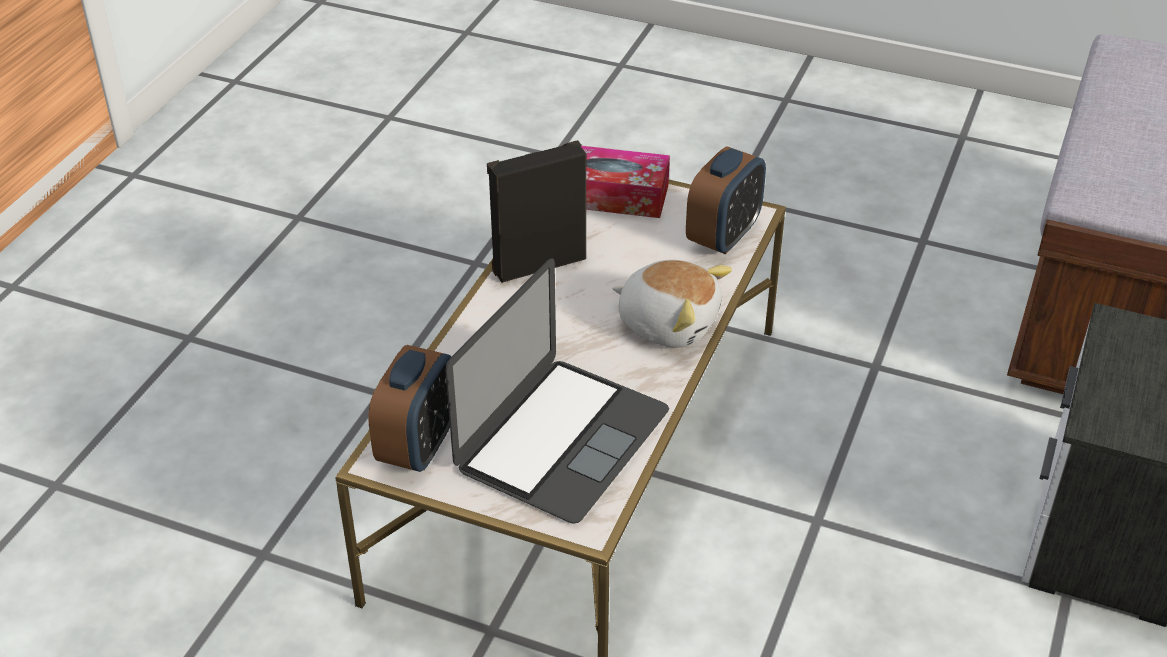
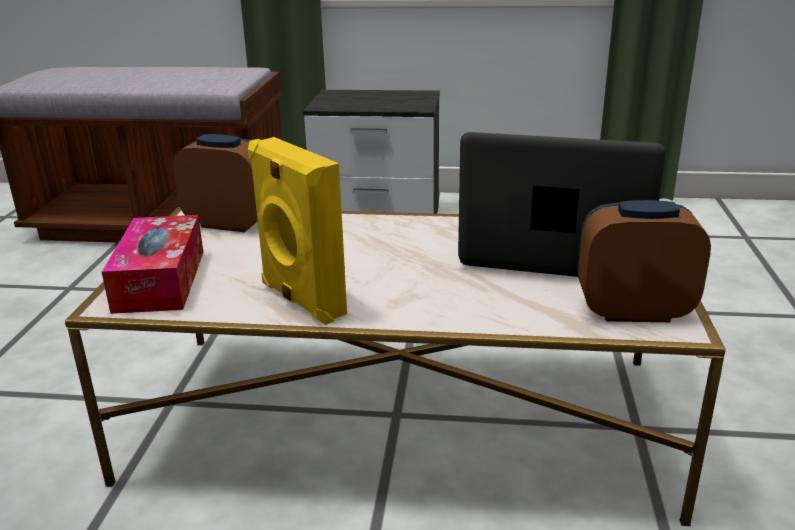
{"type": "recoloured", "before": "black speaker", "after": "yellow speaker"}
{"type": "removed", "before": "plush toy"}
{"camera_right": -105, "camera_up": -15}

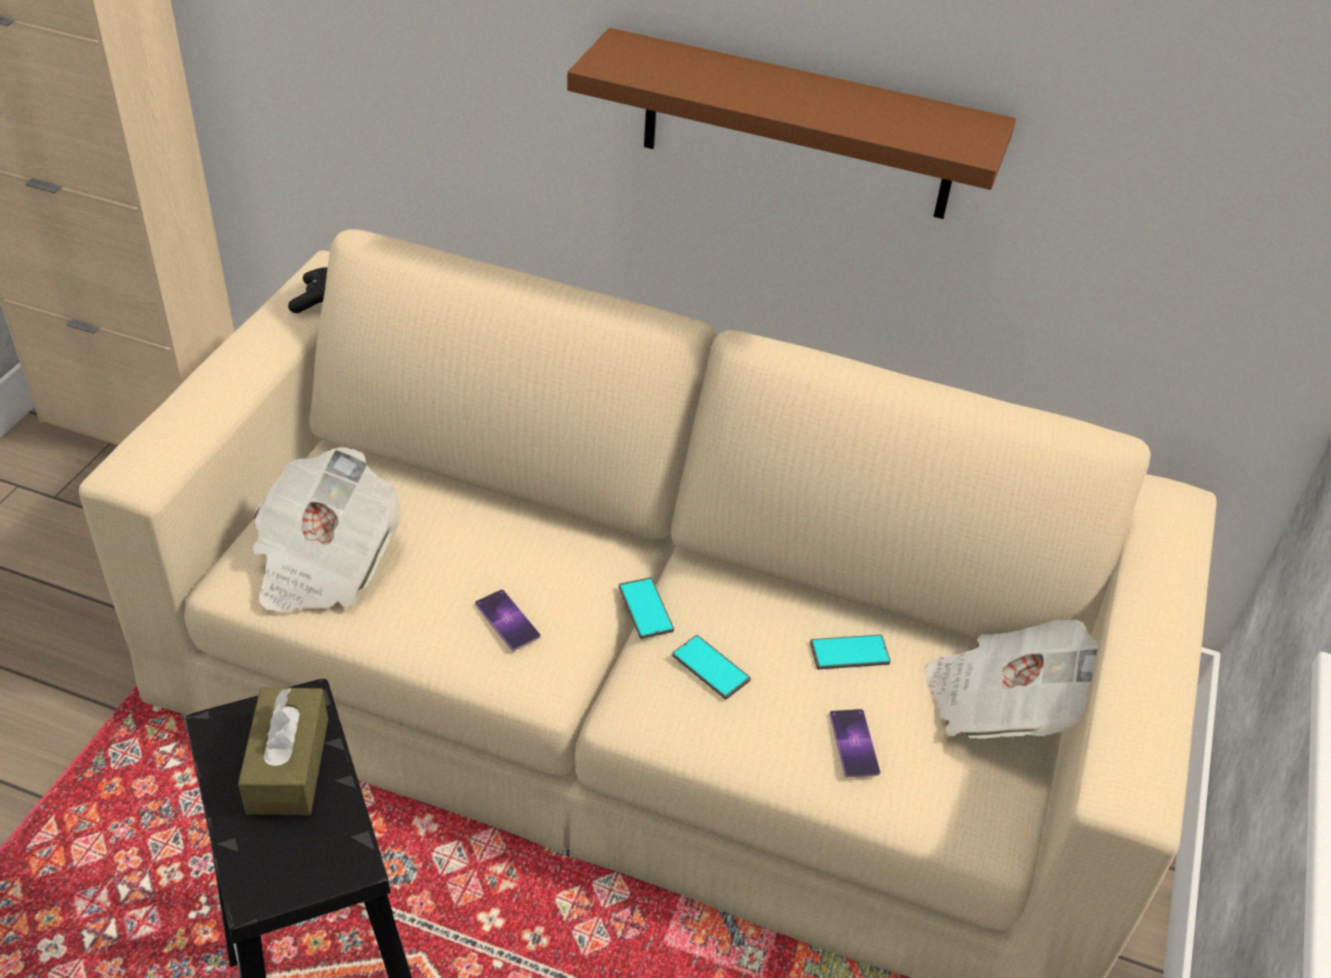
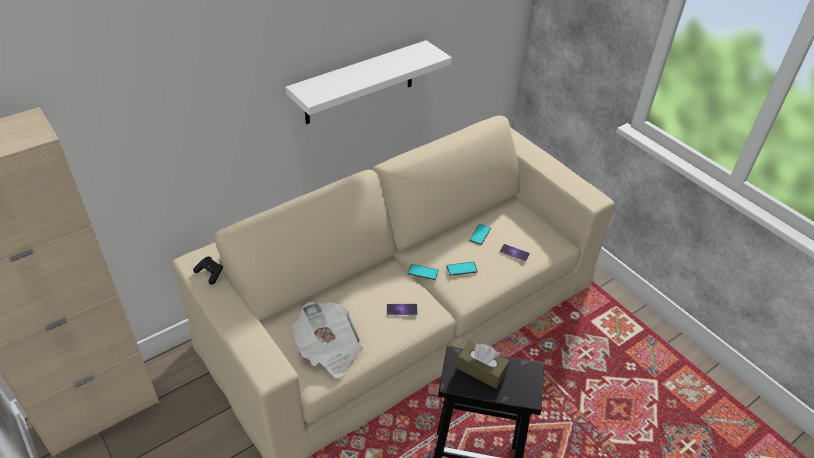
{"type": "recoloured", "before": "brown shelf", "after": "white shelf"}
{"type": "removed", "before": "newspaper (2nd from left)"}
{"camera_right": -55, "camera_up": 0}

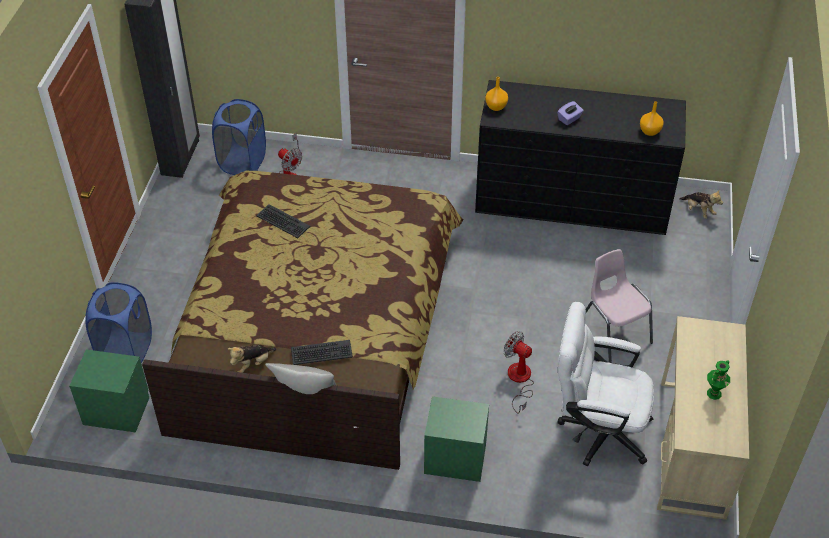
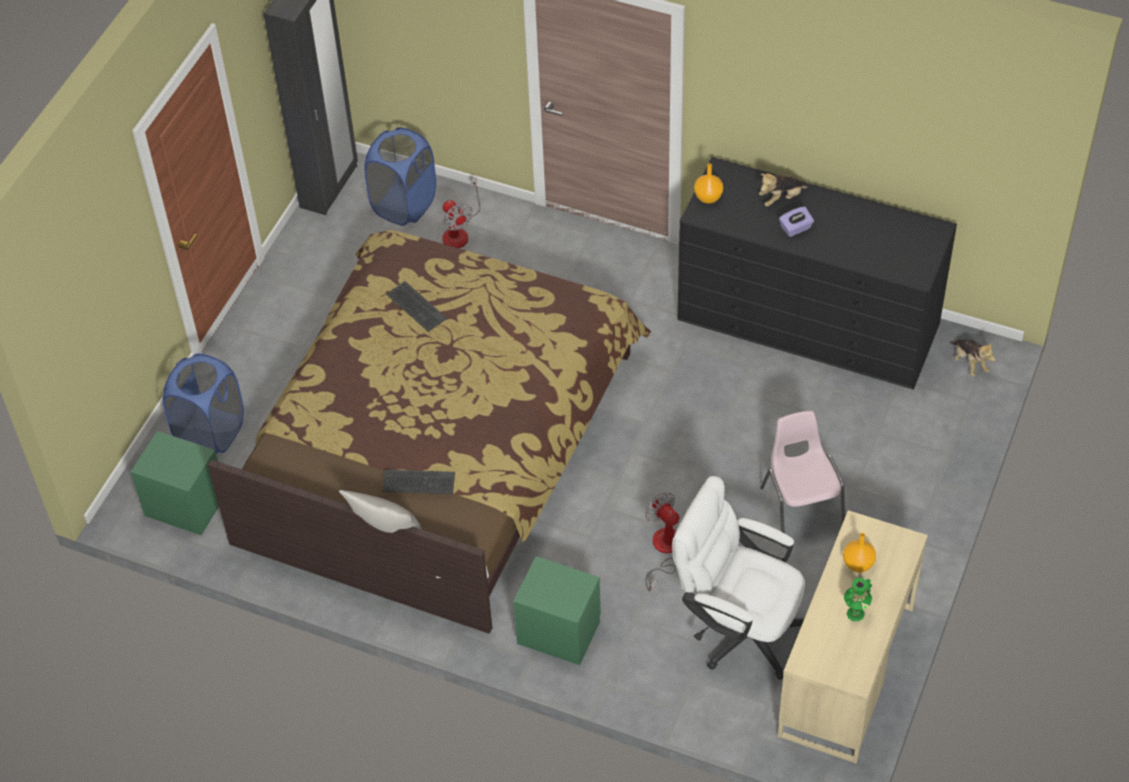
{"type": "moved", "before": "plush toy (1st from left)"}
{"type": "moved", "before": "orange vase (2nd from left)"}
{"camera_right": 15, "camera_up": 5}

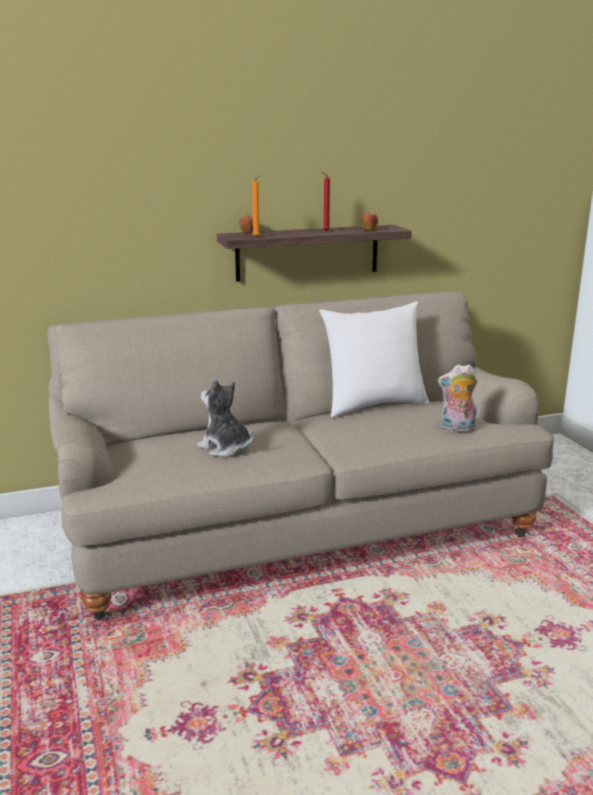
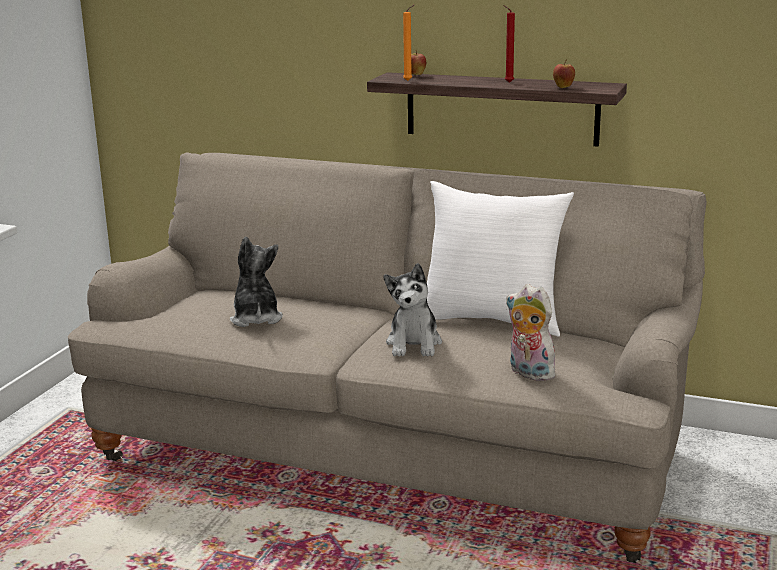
{"type": "added", "after": "plush toy (2nd from left)"}
{"camera_right": 40, "camera_up": 0}

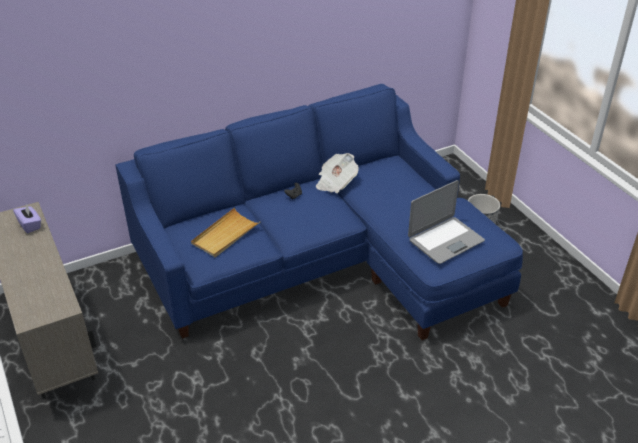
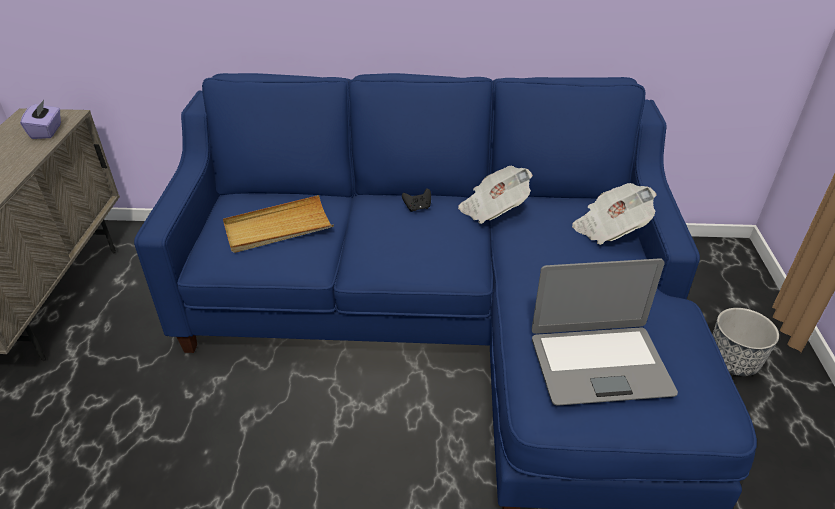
{"type": "added", "after": "newspaper (2nd from left)"}
{"camera_right": 30, "camera_up": 0}

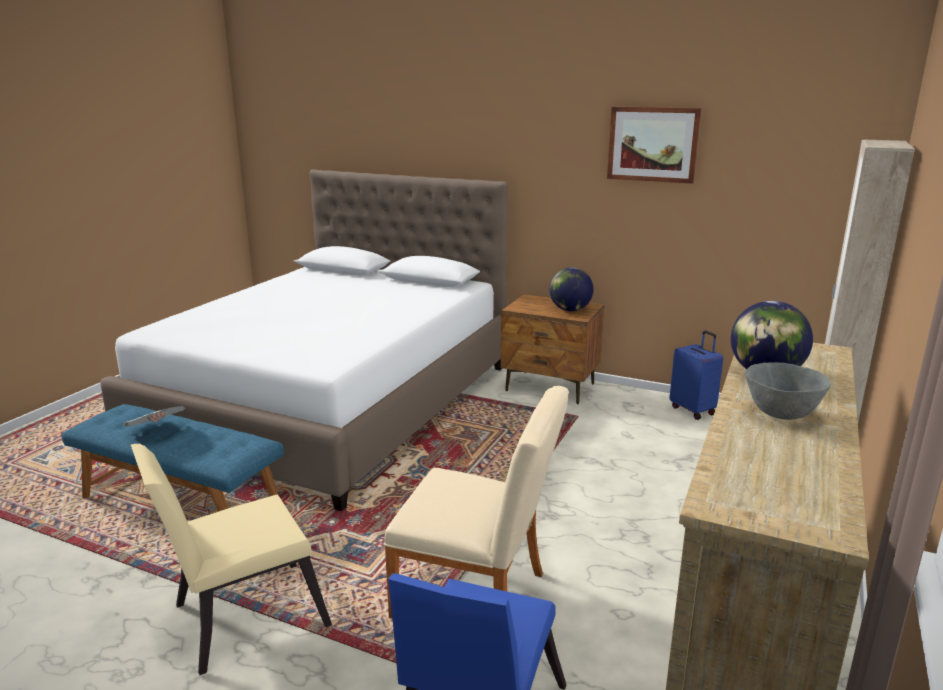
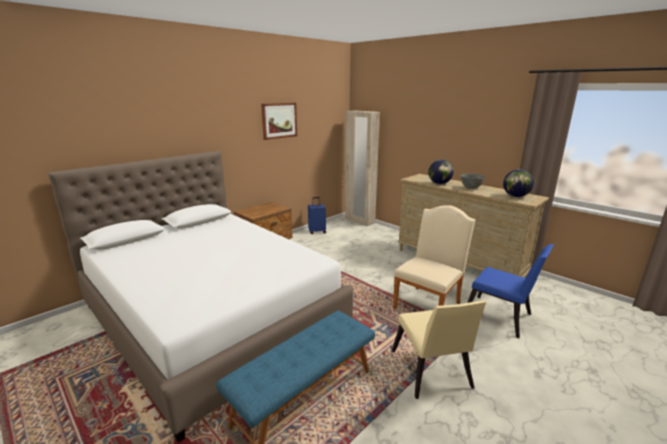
{"type": "moved", "before": "globe (1st from left in the first image)", "after": "globe (2nd from left)"}
{"type": "removed", "before": "newspaper"}
{"camera_right": -70, "camera_up": 0}

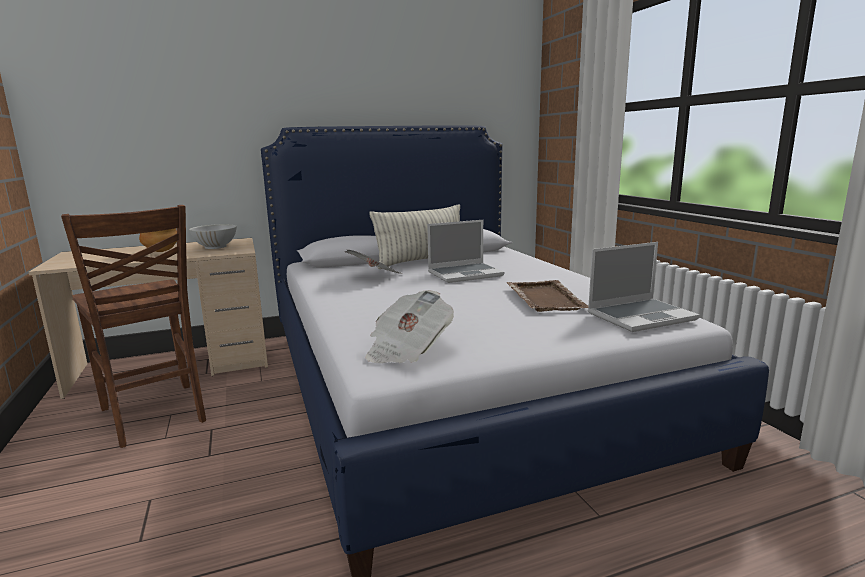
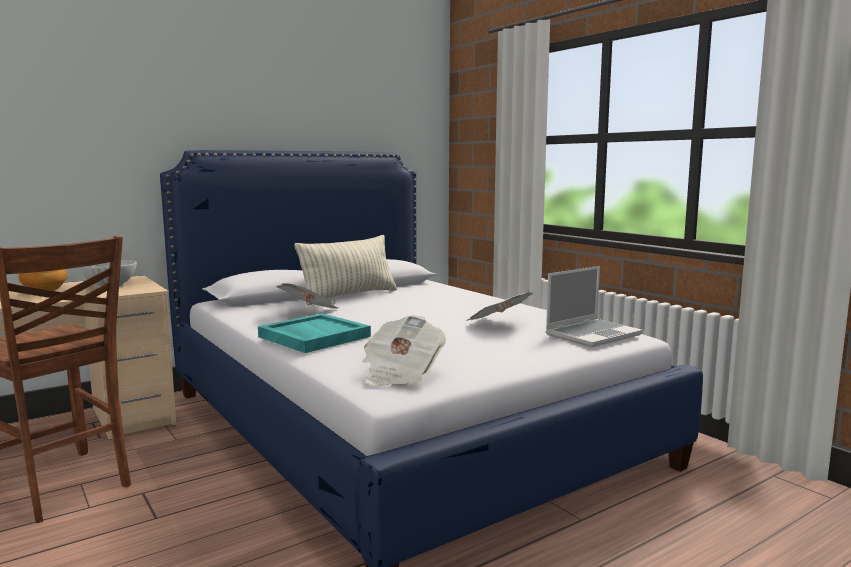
{"type": "added", "after": "turquoise tray"}
{"type": "replaced", "before": "brown tray", "after": "newspaper (3rd from left)"}
{"type": "removed", "before": "laptop (1st from left)"}
{"camera_right": -15, "camera_up": -5}

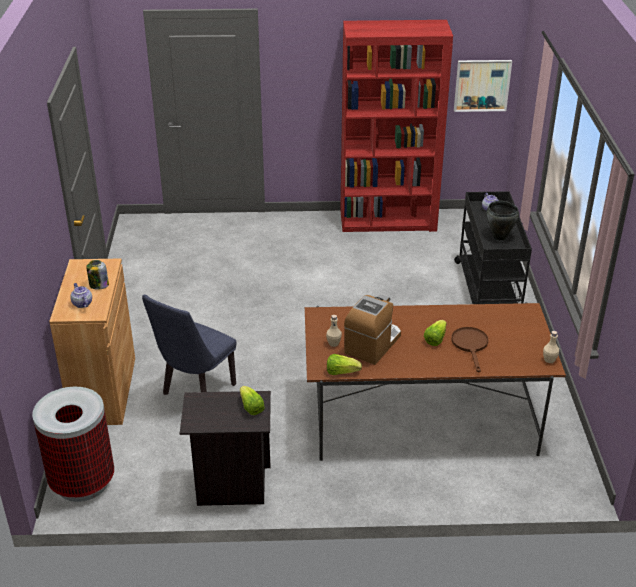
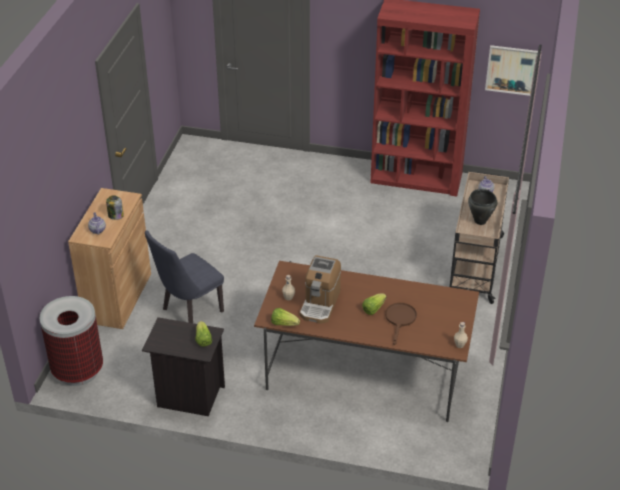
{"type": "turned", "before": "coffee machine", "turn": 150}
{"type": "recoloured", "before": "black cart", "after": "beige cart"}
{"camera_right": 15, "camera_up": 5}

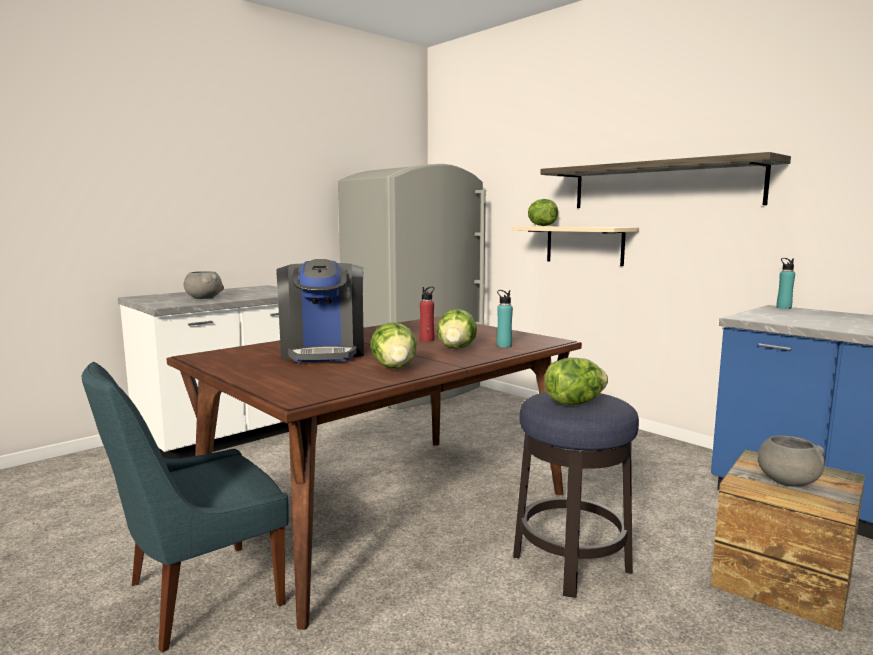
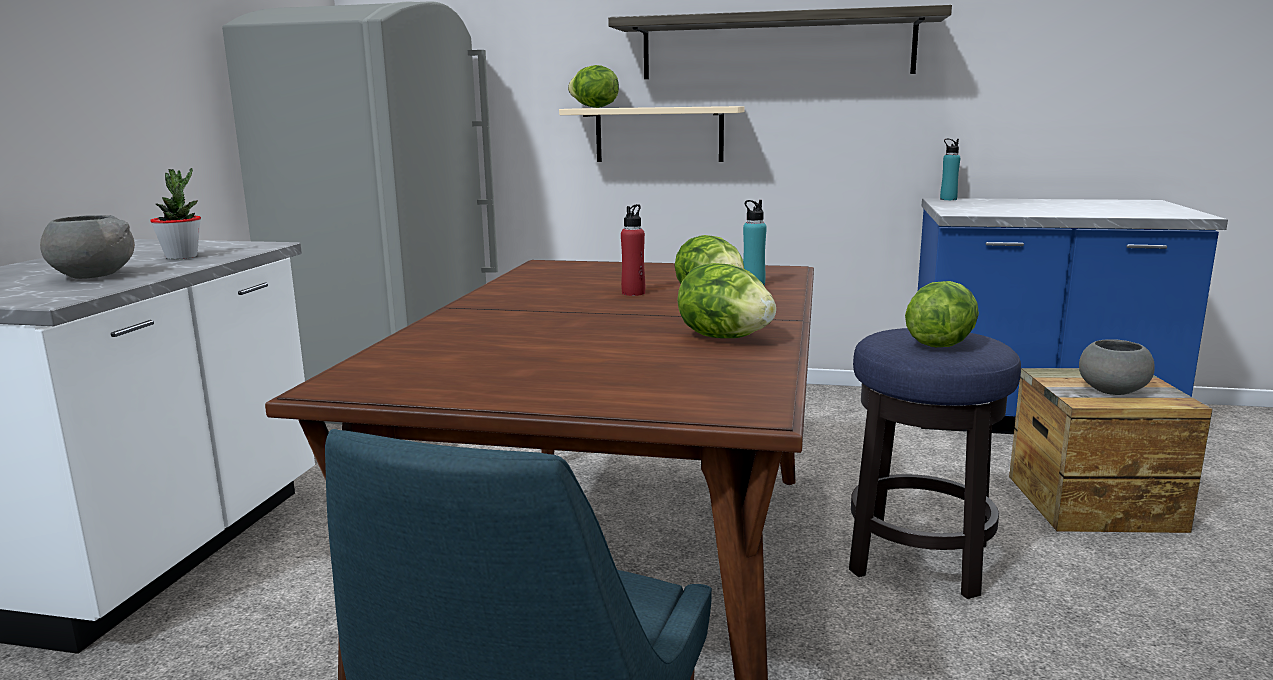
{"type": "added", "after": "potted plant"}
{"type": "removed", "before": "coffee machine"}
{"camera_right": -35, "camera_up": 5}

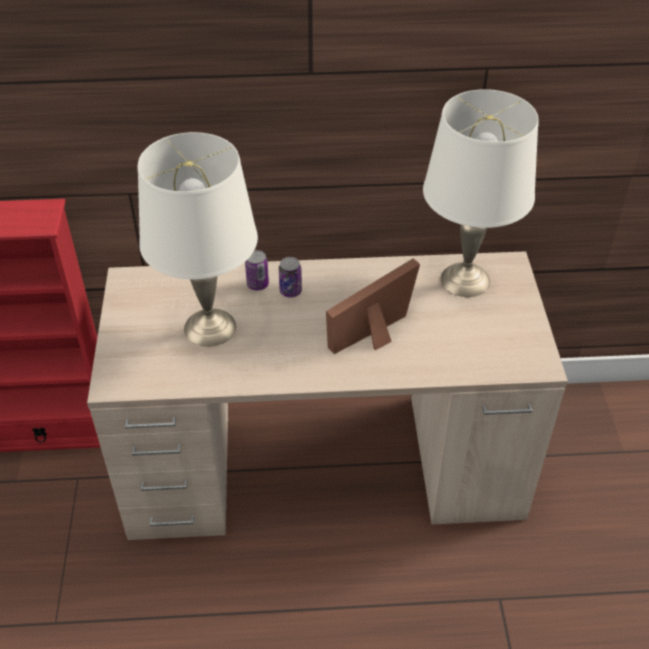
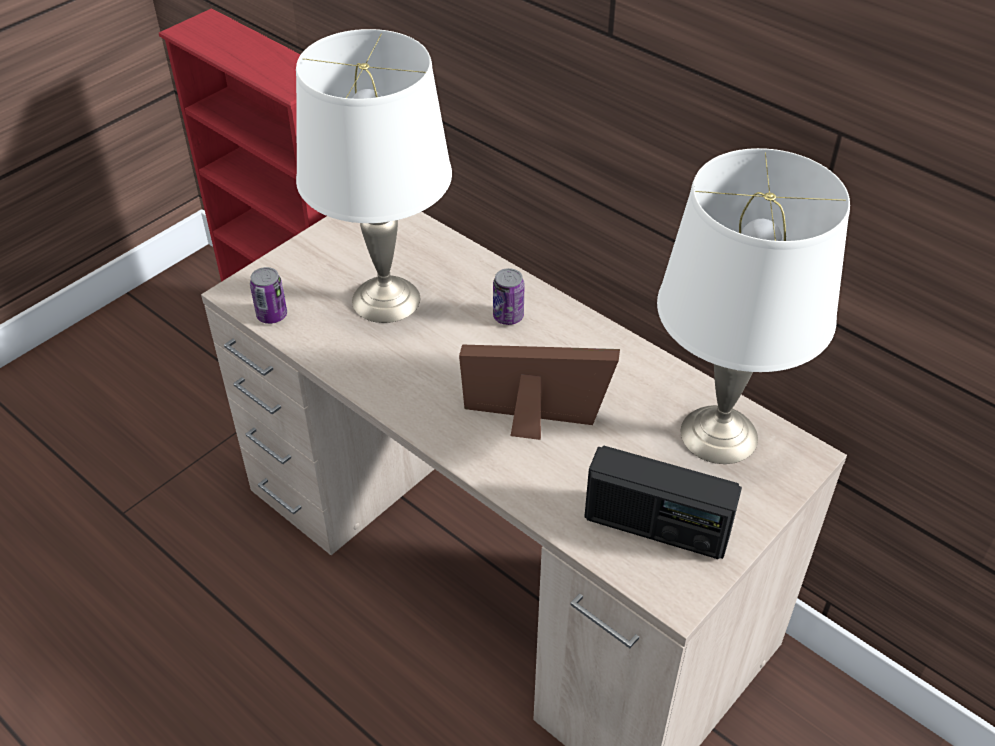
{"type": "moved", "before": "can (1st from left)"}
{"type": "added", "after": "radio"}
{"camera_right": 45, "camera_up": 0}

